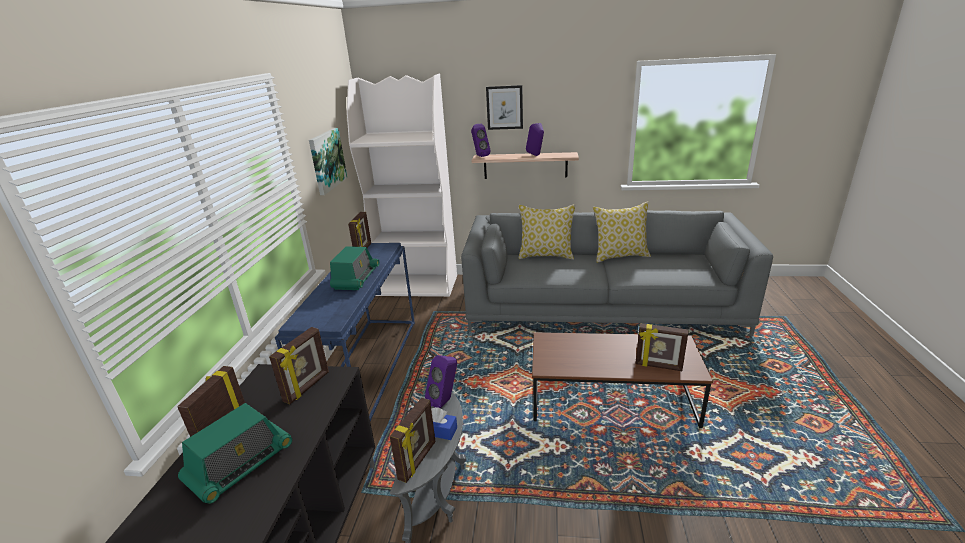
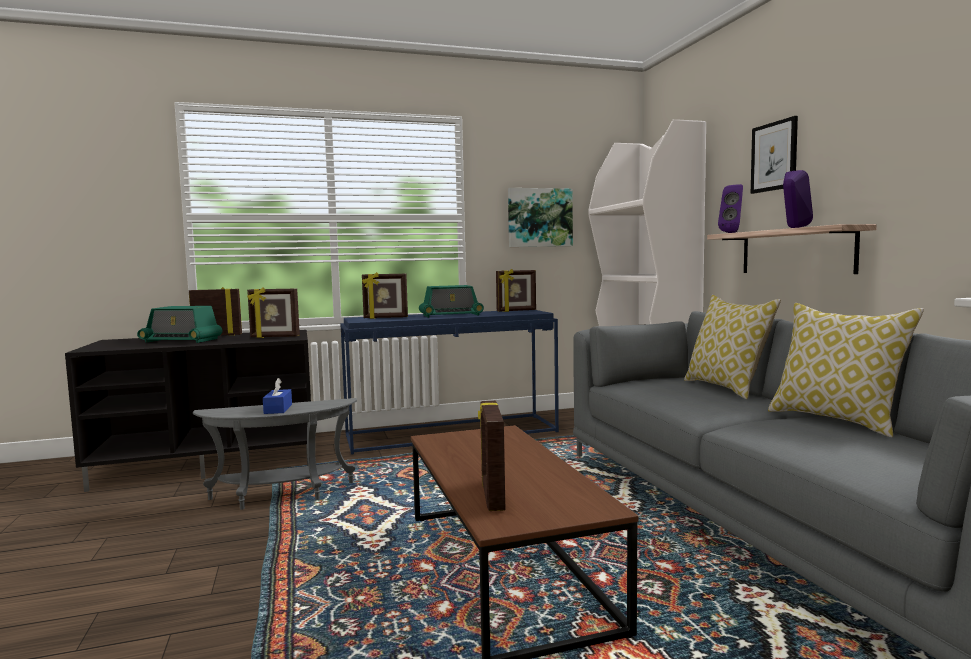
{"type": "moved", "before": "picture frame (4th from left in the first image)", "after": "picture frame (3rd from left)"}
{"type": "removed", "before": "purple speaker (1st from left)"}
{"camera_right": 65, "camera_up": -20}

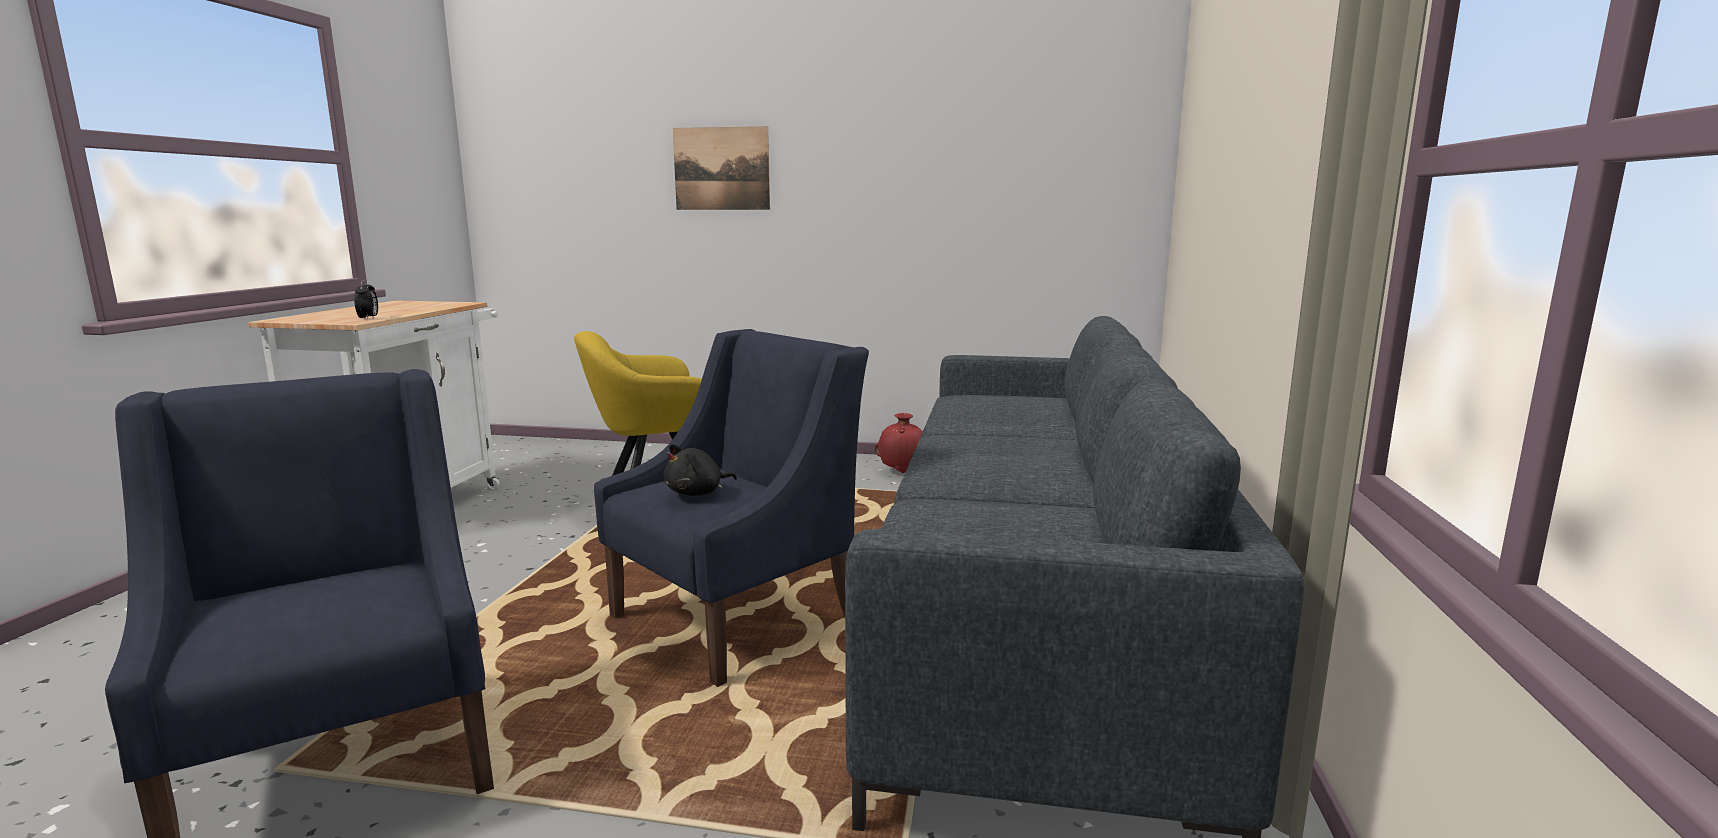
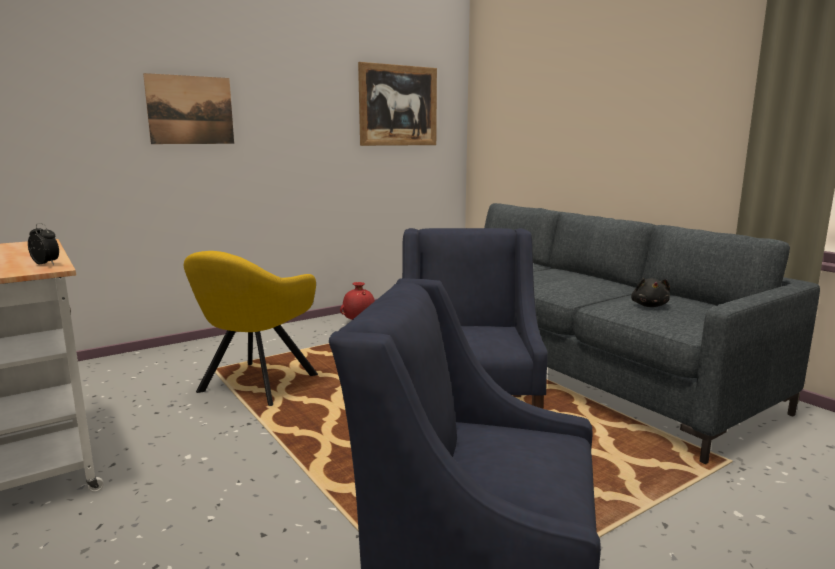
{"type": "added", "after": "picture (2nd from left)"}
{"type": "moved", "before": "black plush toy"}
{"camera_right": -45, "camera_up": 0}

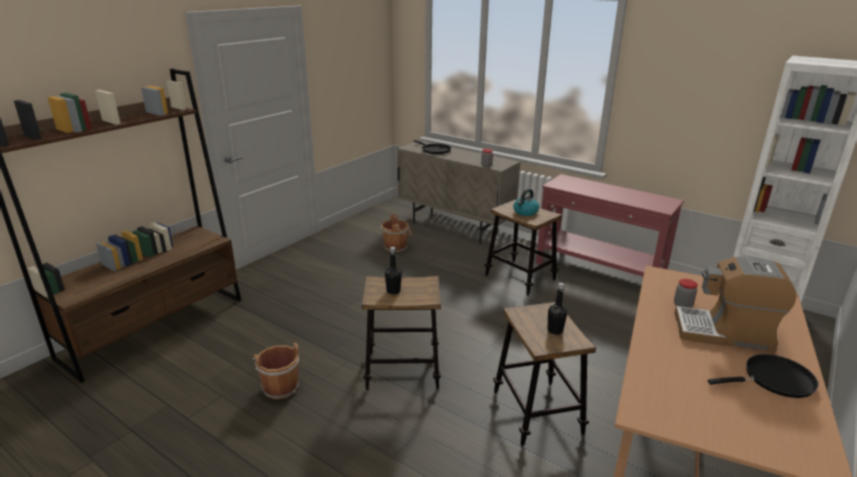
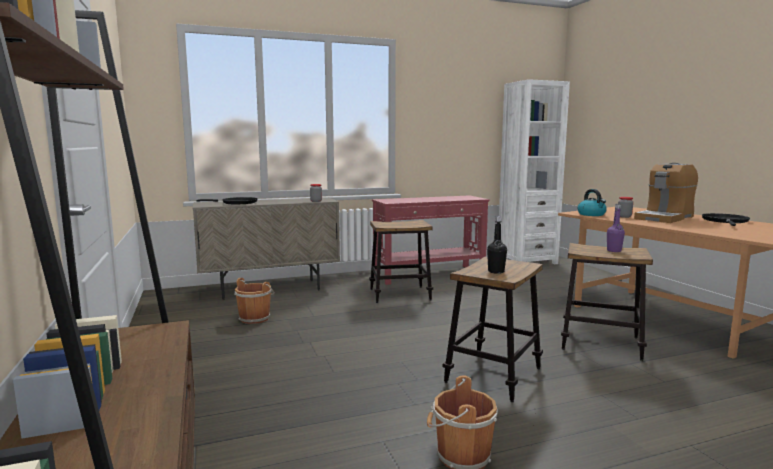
{"type": "moved", "before": "kettle"}
{"type": "recoloured", "before": "black bottle (2nd from left)", "after": "purple bottle"}
{"camera_right": -55, "camera_up": -15}

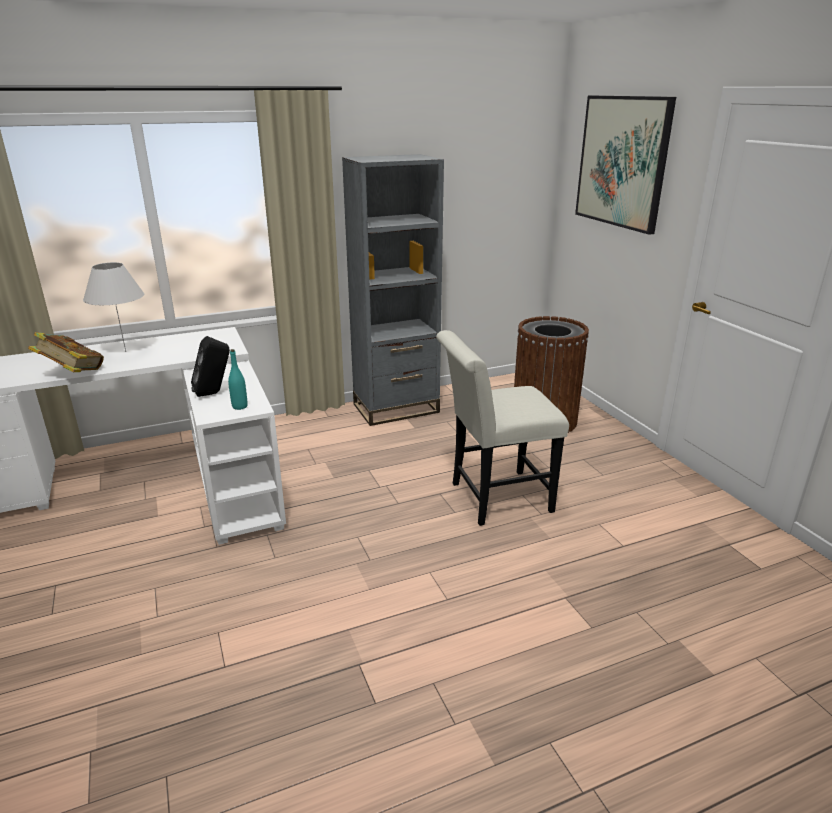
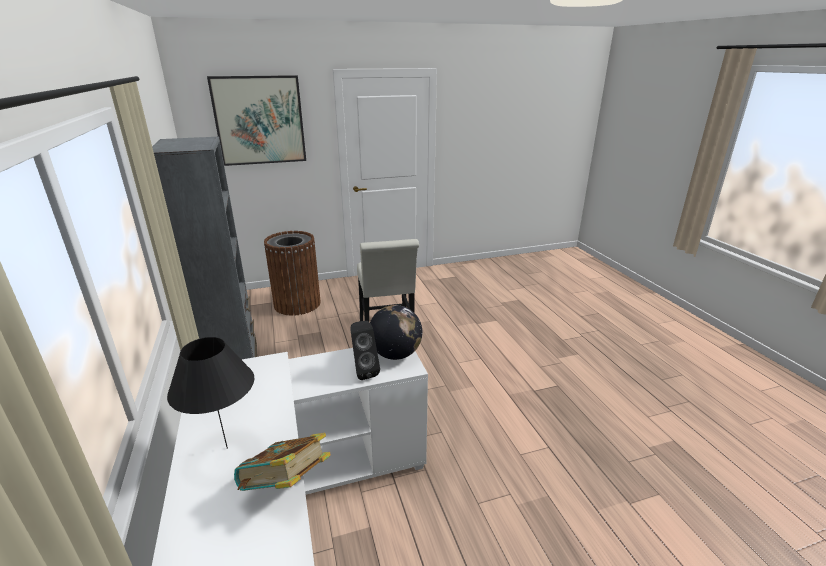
{"type": "recoloured", "before": "white table lamp", "after": "black table lamp"}
{"type": "replaced", "before": "turquoise bottle", "after": "globe"}
{"camera_right": -85, "camera_up": 0}

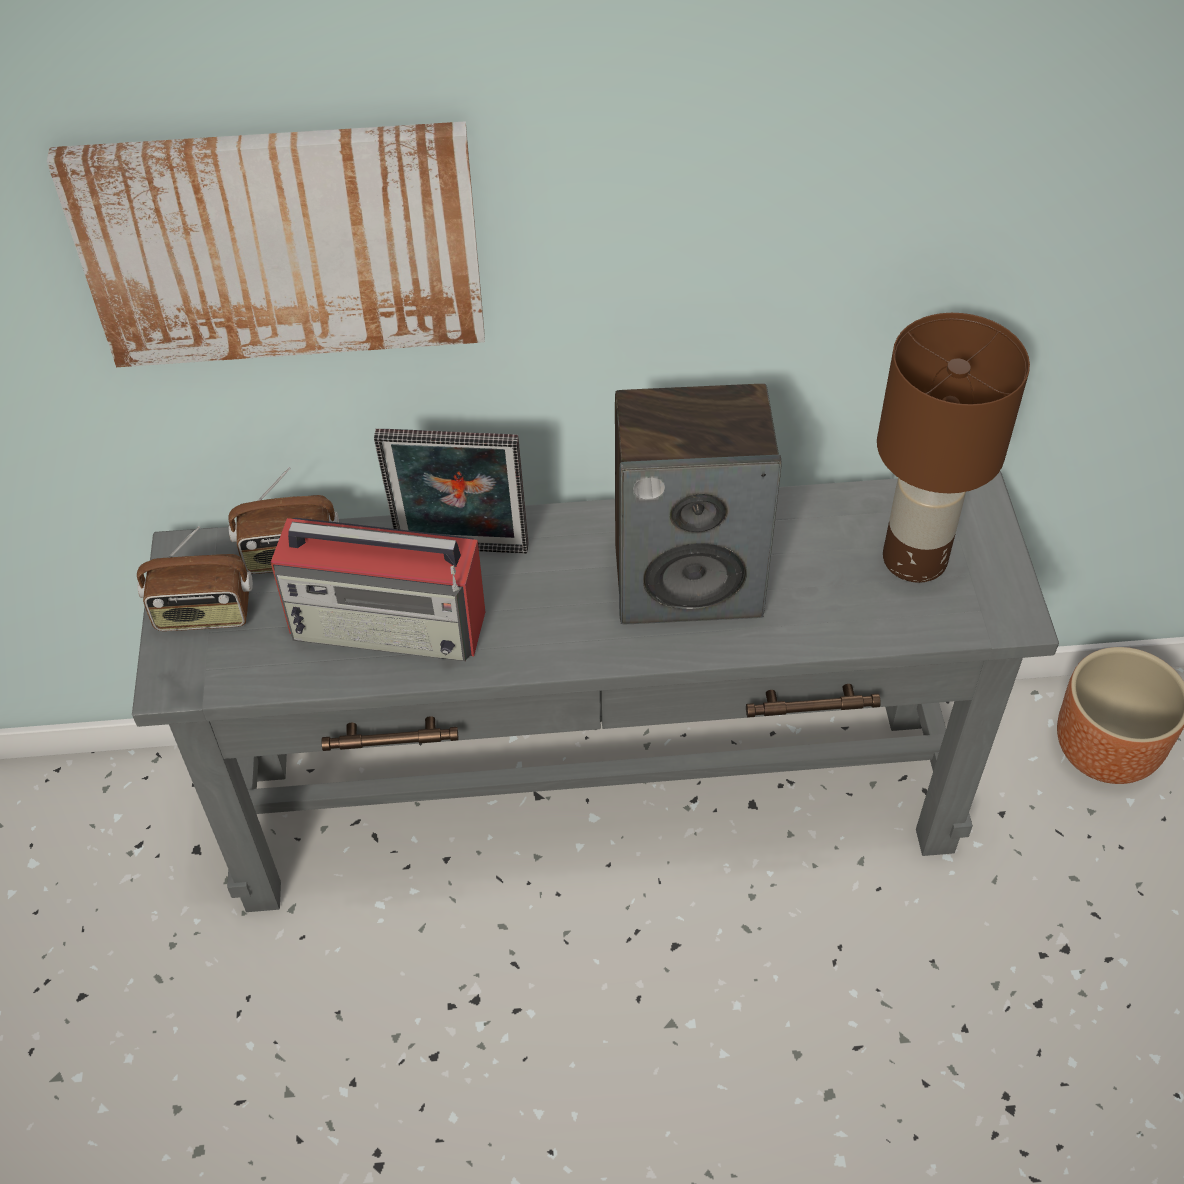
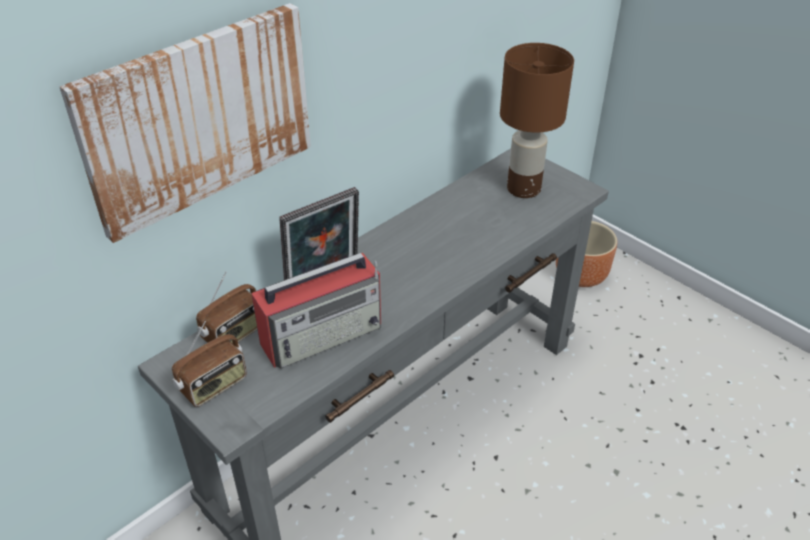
{"type": "removed", "before": "speaker"}
{"camera_right": -40, "camera_up": -10}

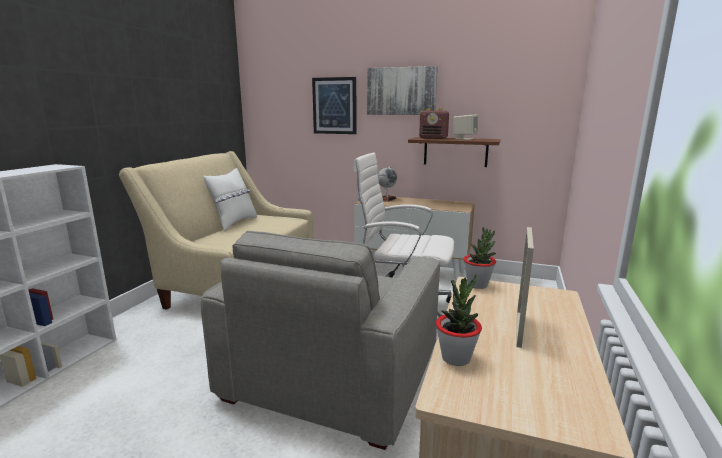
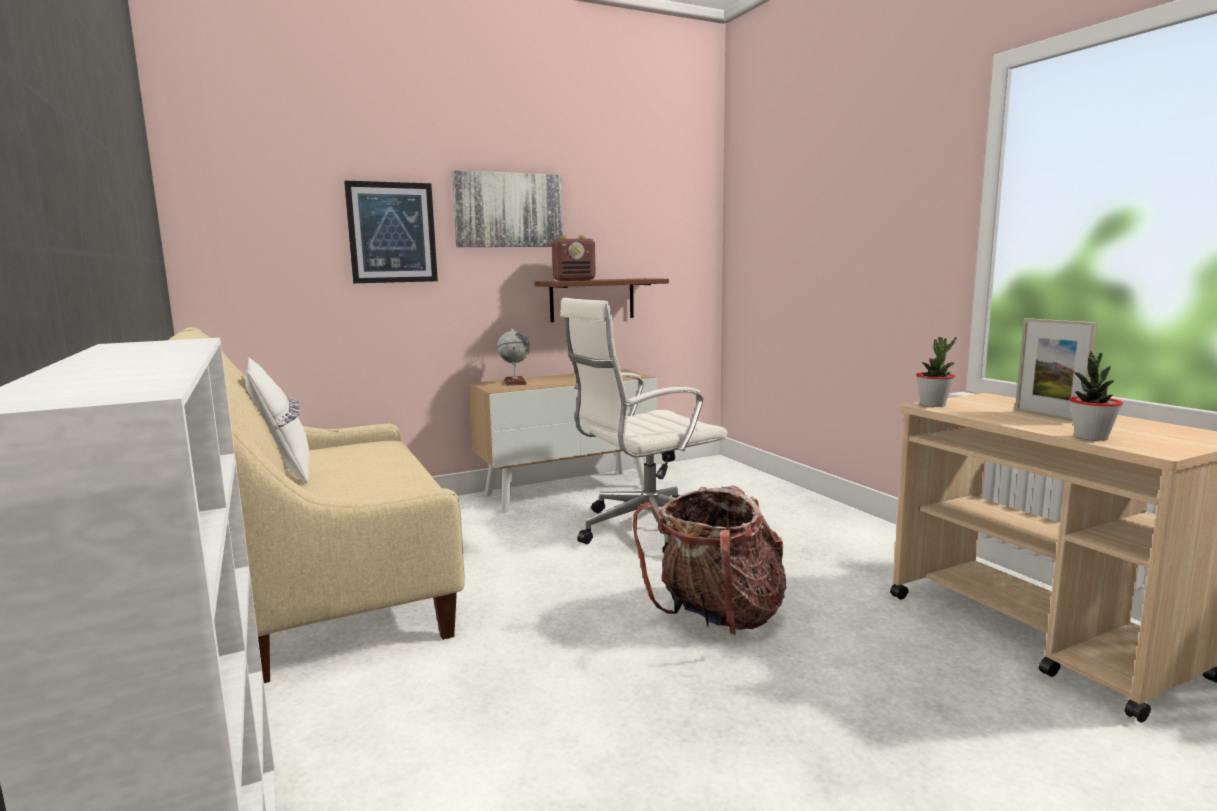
{"type": "replaced", "before": "grey armchair", "after": "backpack"}
{"type": "removed", "before": "beige speaker"}
{"camera_right": -45, "camera_up": -5}

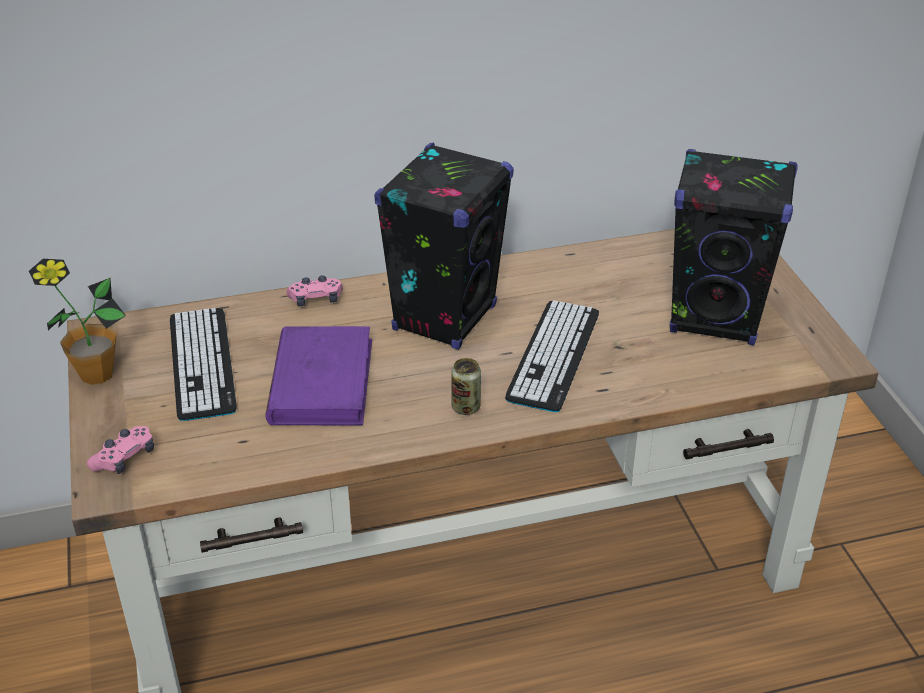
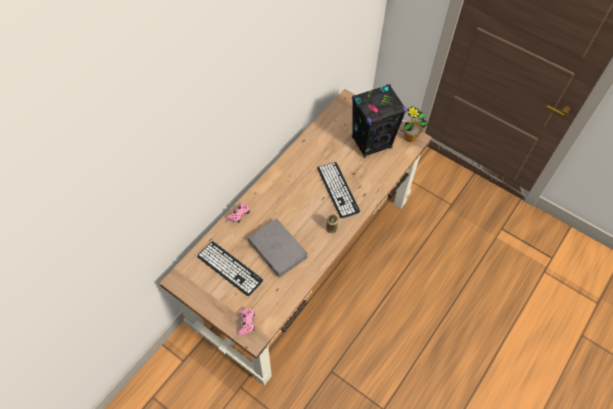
{"type": "recoloured", "before": "purple book", "after": "grey book"}
{"type": "moved", "before": "potted plant"}
{"type": "removed", "before": "black speaker (1st from left)"}
{"camera_right": -40, "camera_up": 20}

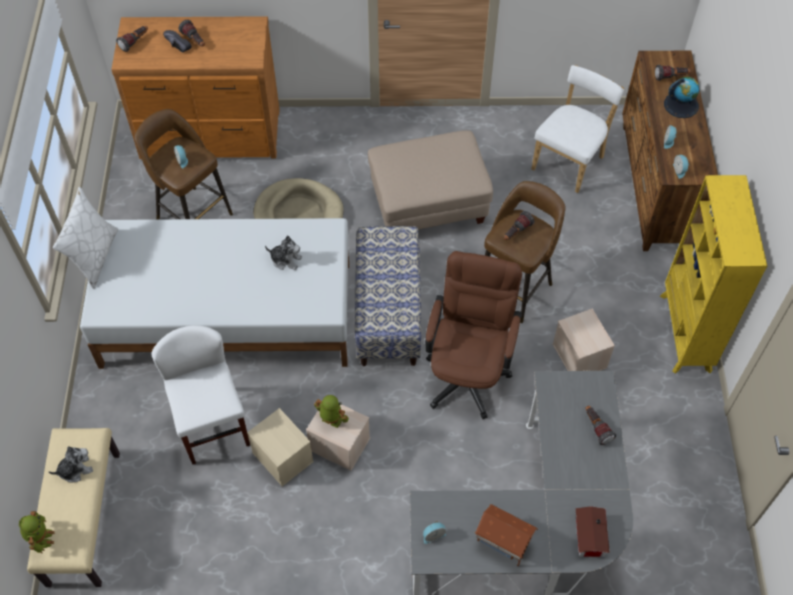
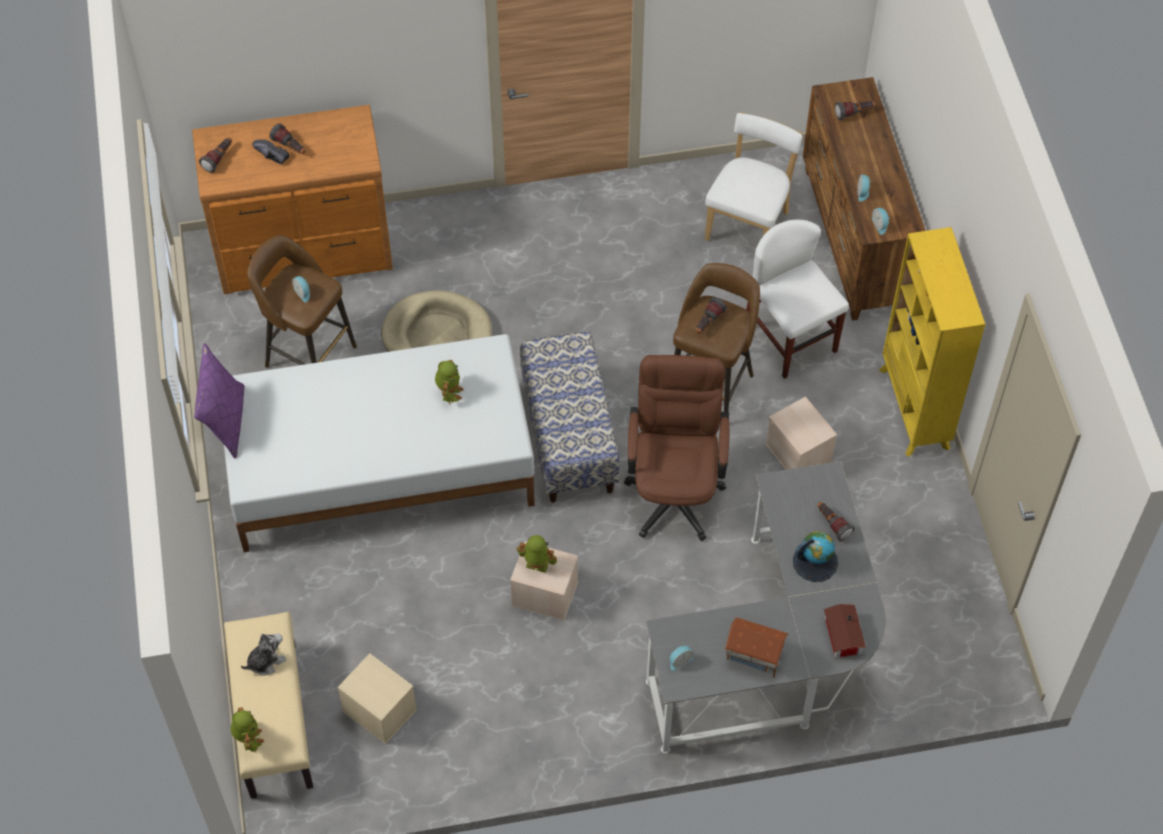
{"type": "recoloured", "before": "white pillow", "after": "purple pillow"}
{"type": "moved", "before": "beige storage box (1st from left)"}
{"type": "replaced", "before": "plush toy (2nd from left)", "after": "toy robot (2nd from left)"}
{"type": "moved", "before": "white chair (1st from left in the first image)", "after": "white chair (2nd from left)"}
{"type": "moved", "before": "globe"}
{"type": "removed", "before": "beige ottoman"}
{"camera_right": -10, "camera_up": 0}

